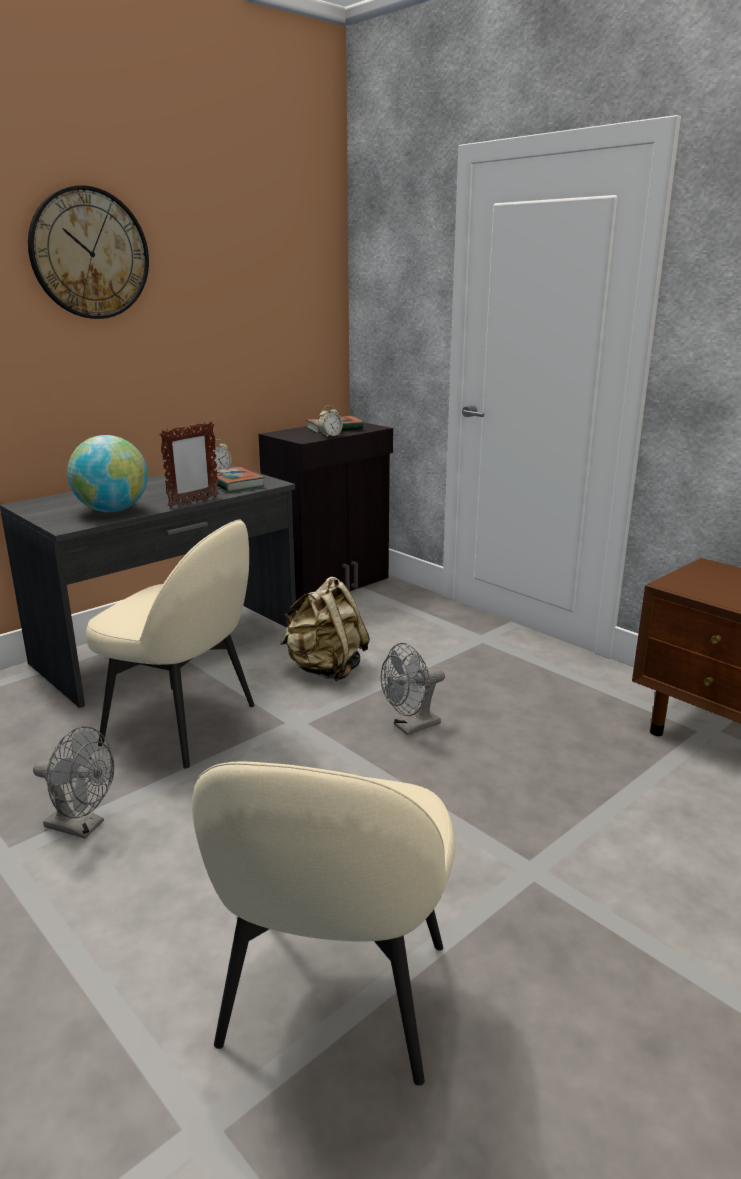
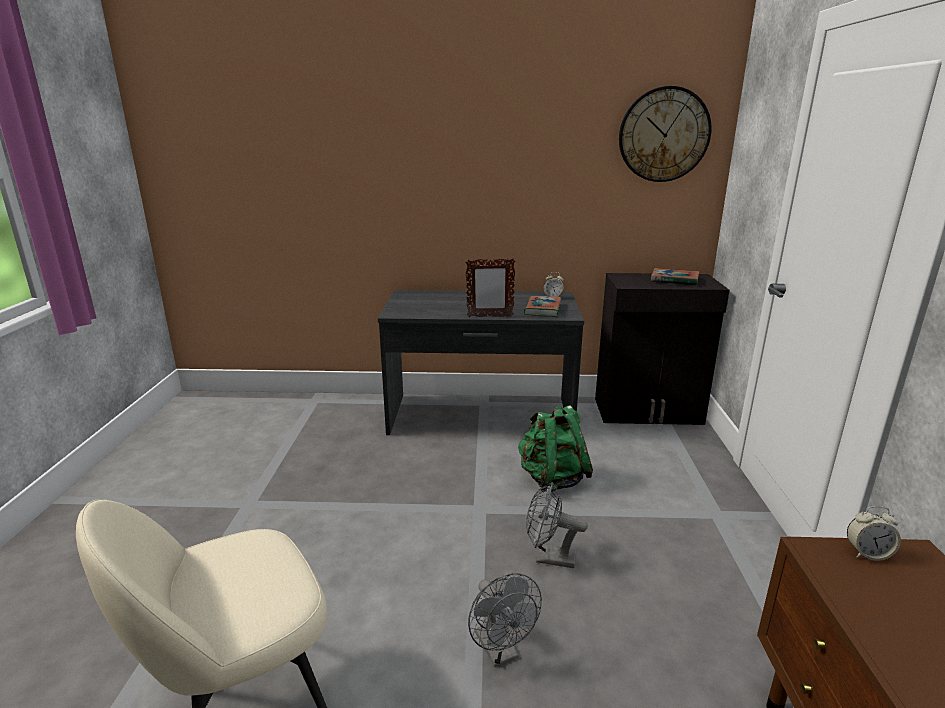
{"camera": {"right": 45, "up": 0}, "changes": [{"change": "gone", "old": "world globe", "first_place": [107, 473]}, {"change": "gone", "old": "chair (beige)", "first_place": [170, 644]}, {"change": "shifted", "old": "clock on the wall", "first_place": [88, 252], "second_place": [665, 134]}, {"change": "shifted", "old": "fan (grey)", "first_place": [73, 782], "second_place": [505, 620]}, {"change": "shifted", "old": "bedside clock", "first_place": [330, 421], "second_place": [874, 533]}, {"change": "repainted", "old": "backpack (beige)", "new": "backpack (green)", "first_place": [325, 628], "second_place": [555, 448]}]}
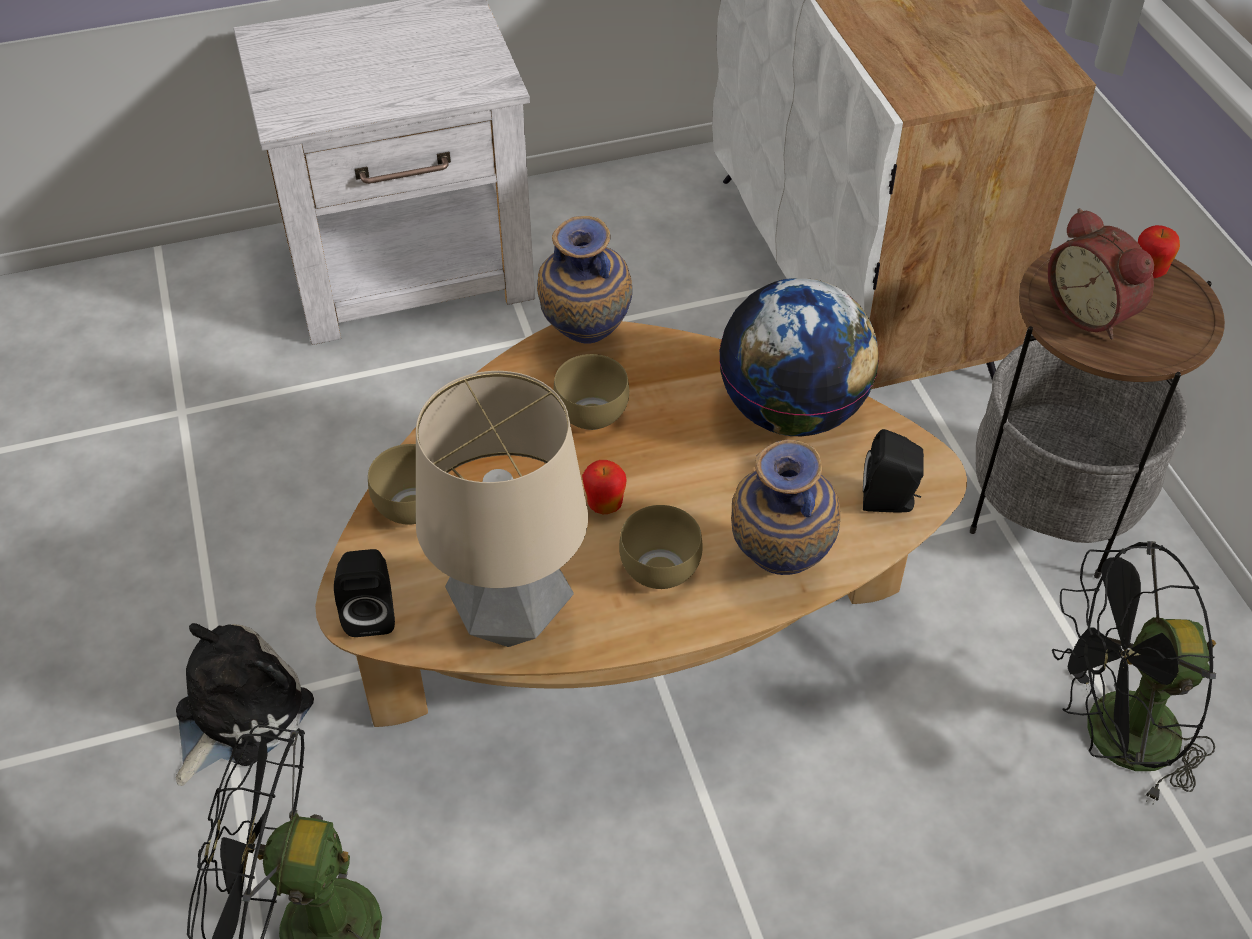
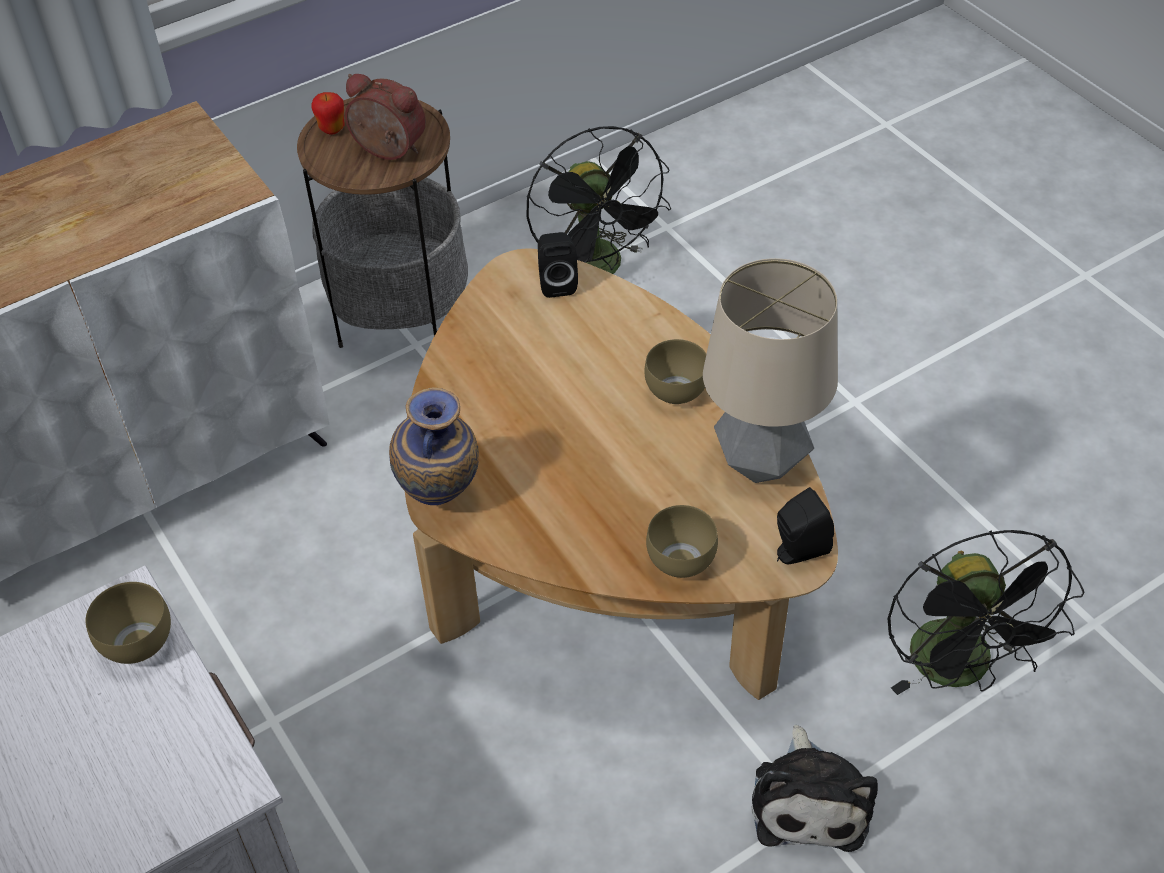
{"camera": {"right": -105, "up": 0}, "changes": [{"change": "gone", "old": "apple fruit", "first_place": [604, 487]}, {"change": "gone", "old": "world globe", "first_place": [799, 357]}, {"change": "gone", "old": "vase", "first_place": [785, 507]}, {"change": "shifted", "old": "bowl (brown)", "first_place": [591, 392], "second_place": [128, 623]}, {"change": "rotated", "old": "cuddly toy", "first_place": [245, 704], "second_place": [815, 788], "degrees": -105}, {"change": "rotated", "old": "bedside clock", "first_place": [1101, 273], "second_place": [385, 117], "degrees": -105}]}
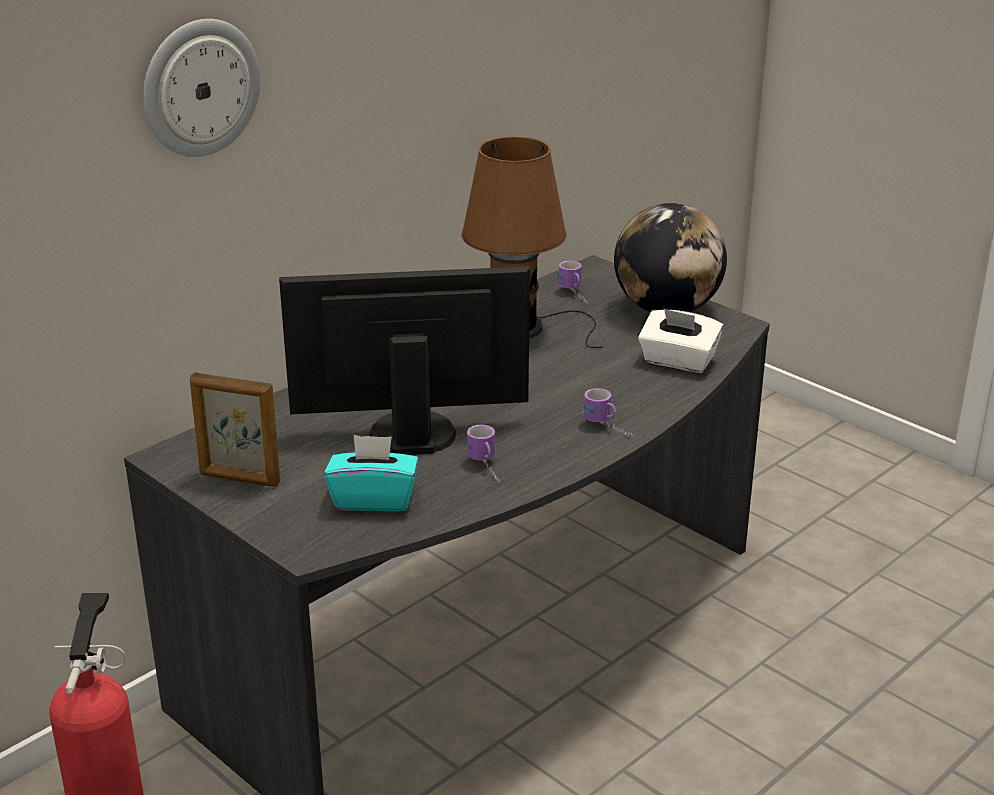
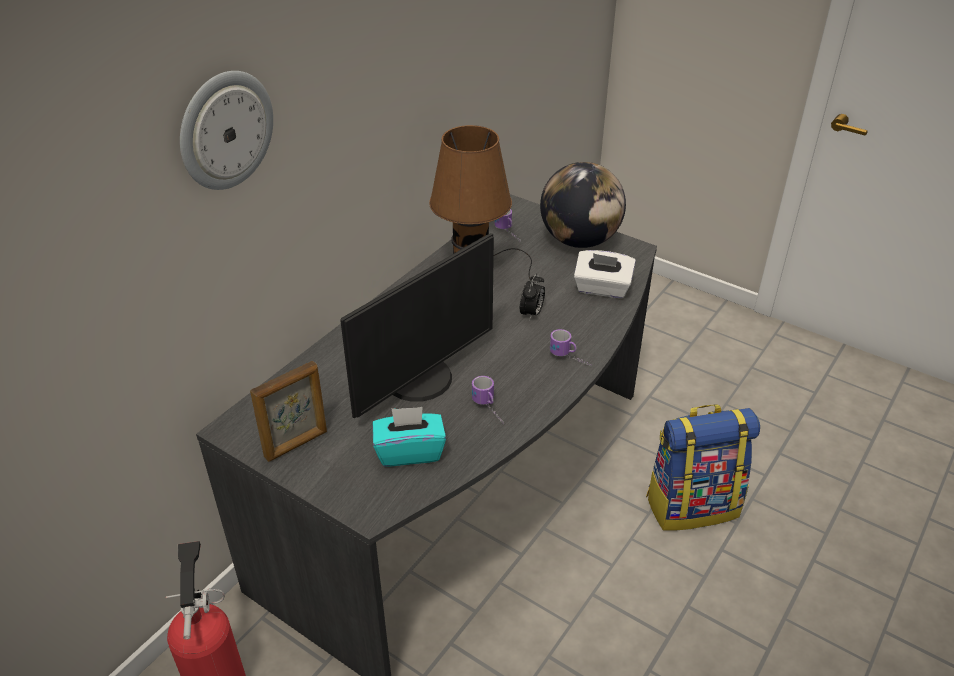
{"camera": {"right": -10, "up": 10}, "changes": [{"change": "new", "new": "bedside clock", "second_place": [532, 296]}, {"change": "new", "new": "backpack", "second_place": [703, 467]}, {"change": "rotated", "old": "photo frame", "first_place": [234, 429], "second_place": [288, 411], "degrees": -45}, {"change": "rotated", "old": "monitor", "first_place": [404, 360], "second_place": [417, 325], "degrees": 150}]}
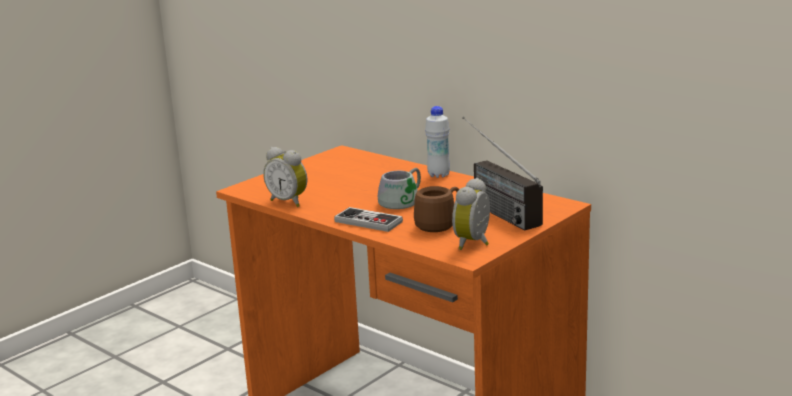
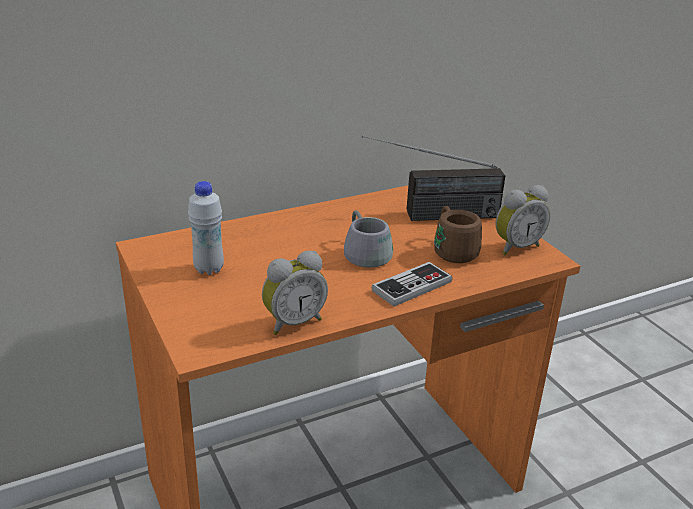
{"camera": {"right": -70, "up": 10}, "changes": [{"change": "shifted", "old": "bottle (white)", "first_place": [437, 142], "second_place": [206, 228]}, {"change": "rotated", "old": "bedside clock", "first_place": [471, 214], "second_place": [522, 220], "degrees": -75}]}
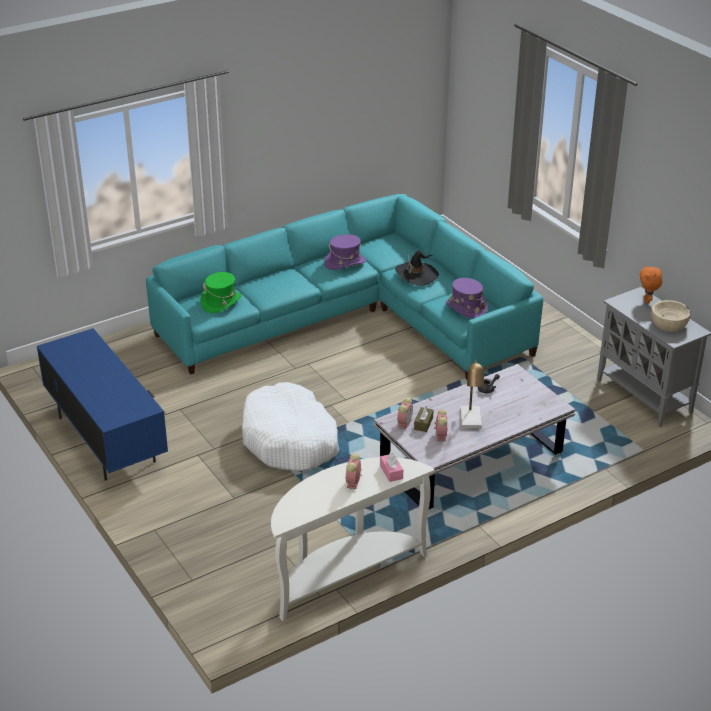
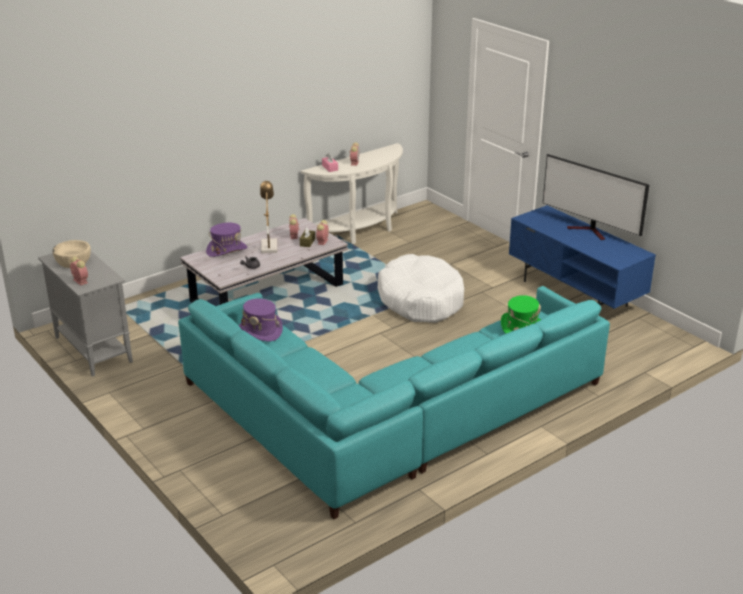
{"camera": {"right": 175, "up": -5}, "changes": [{"change": "gone", "old": "wearable hat (blackish)", "first_place": [417, 268]}, {"change": "new", "new": "television", "second_place": [596, 197]}, {"change": "shifted", "old": "wearable hat (purplish)", "first_place": [345, 252], "second_place": [226, 240]}, {"change": "swapped", "old": "cuddly toy (orangey)", "new": "bedside clock", "first_place": [651, 284], "second_place": [79, 271]}]}
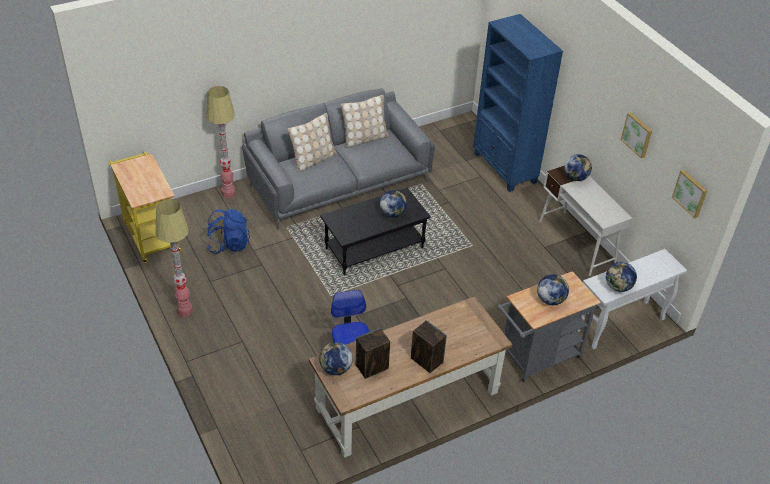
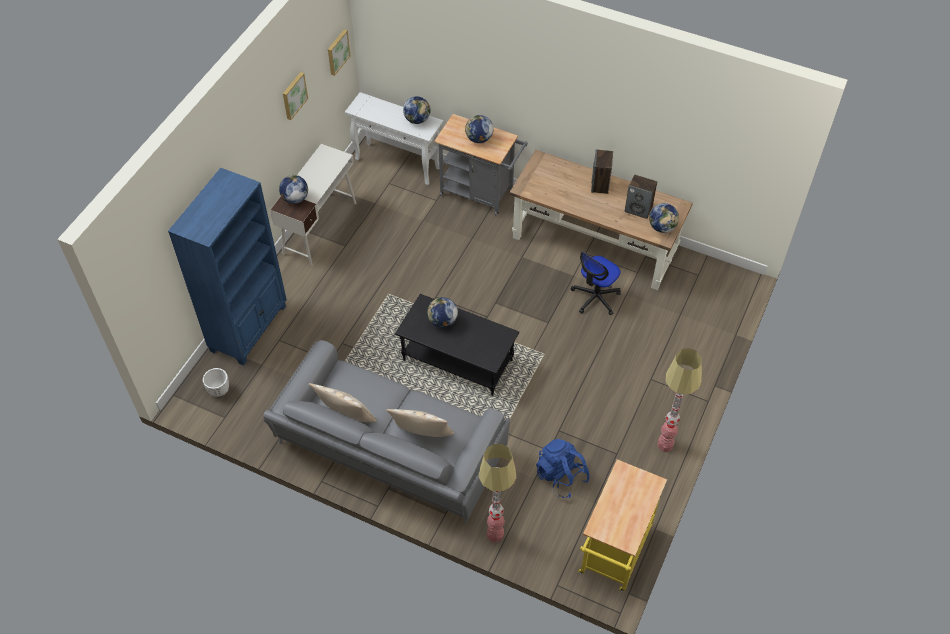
{"camera": {"right": -125, "up": 10}, "changes": [{"change": "new", "new": "plant pot (white)", "second_place": [216, 382]}]}
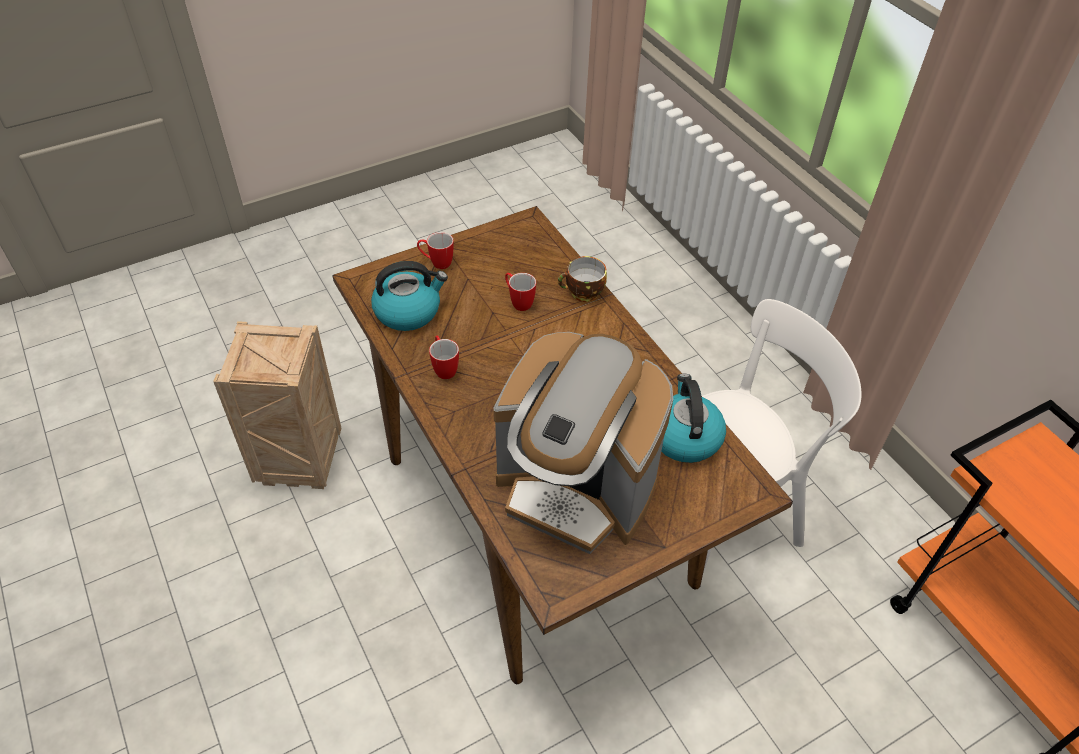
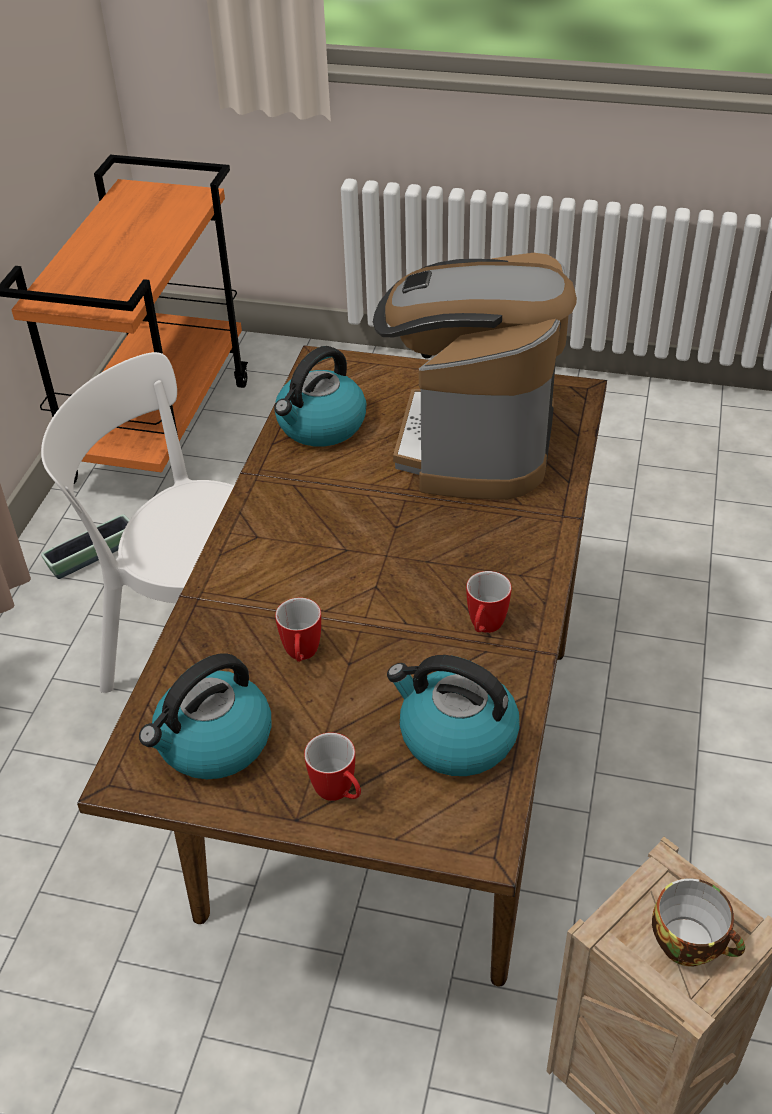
{"camera": {"right": -135, "up": -5}, "changes": [{"change": "new", "new": "plant pot", "second_place": [85, 546]}, {"change": "new", "new": "kettle", "second_place": [205, 716]}, {"change": "shifted", "old": "drinking cup", "first_place": [582, 279], "second_place": [698, 922]}, {"change": "rotated", "old": "coffee brewer", "first_place": [583, 443], "second_place": [475, 376], "degrees": -150}]}
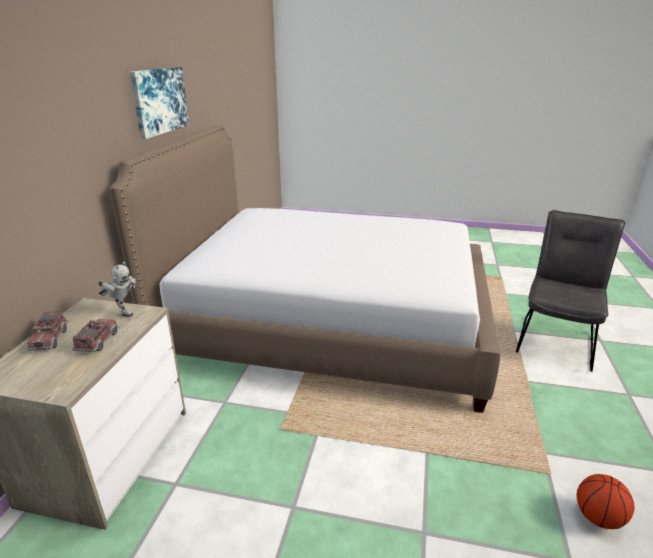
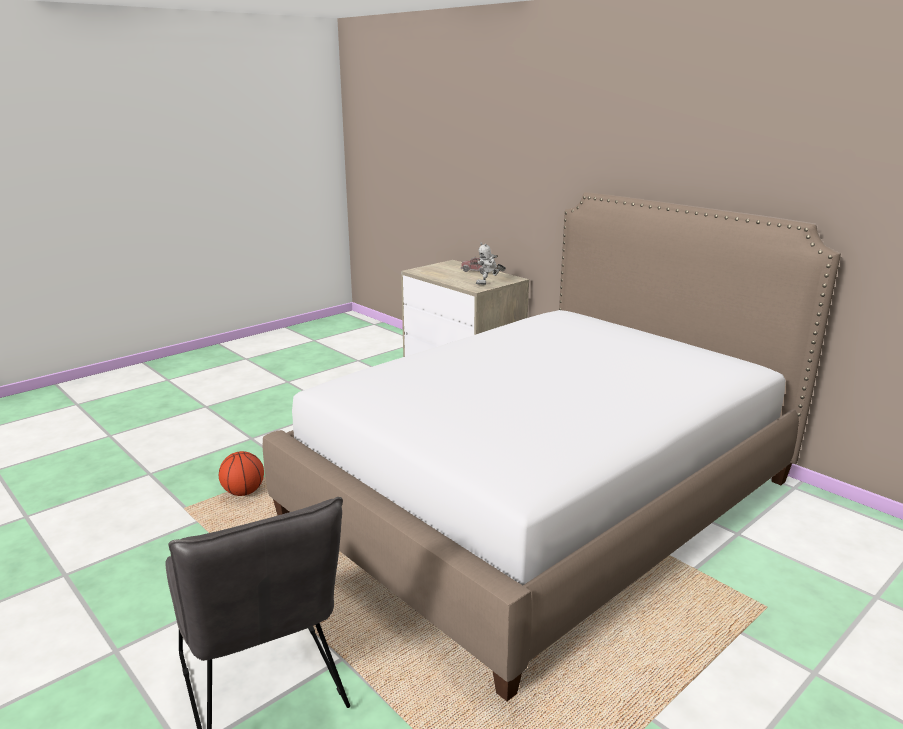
{"camera": {"right": 125, "up": -5}, "changes": [{"change": "gone", "old": "toy lorry", "first_place": [95, 335]}, {"change": "gone", "old": "wall picture", "first_place": [159, 103]}, {"change": "shifted", "old": "ball for basketball", "first_place": [605, 501], "second_place": [241, 473]}]}
